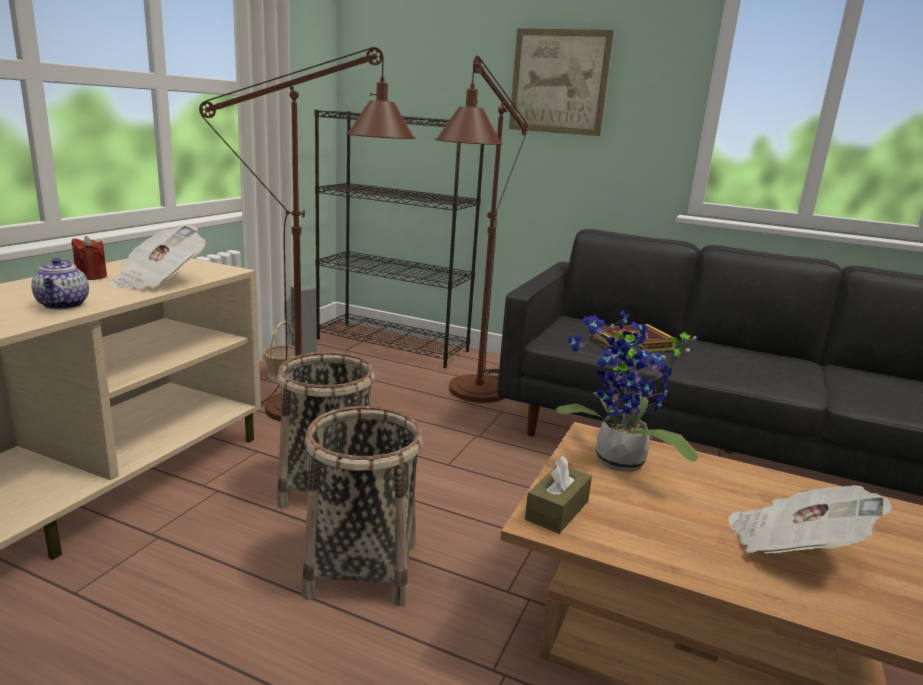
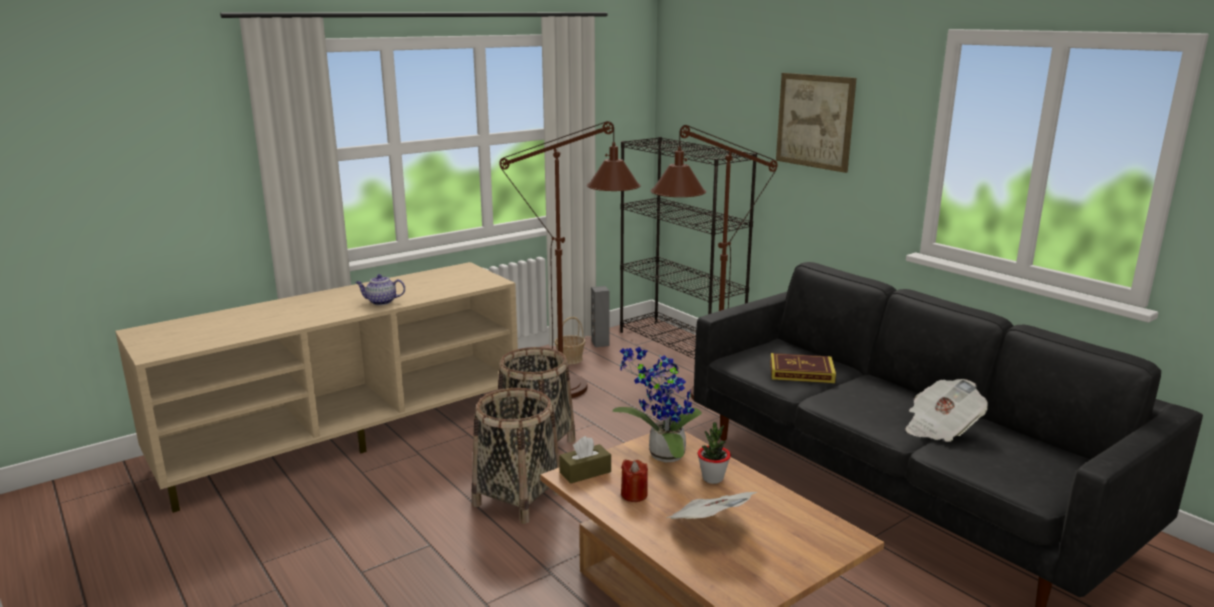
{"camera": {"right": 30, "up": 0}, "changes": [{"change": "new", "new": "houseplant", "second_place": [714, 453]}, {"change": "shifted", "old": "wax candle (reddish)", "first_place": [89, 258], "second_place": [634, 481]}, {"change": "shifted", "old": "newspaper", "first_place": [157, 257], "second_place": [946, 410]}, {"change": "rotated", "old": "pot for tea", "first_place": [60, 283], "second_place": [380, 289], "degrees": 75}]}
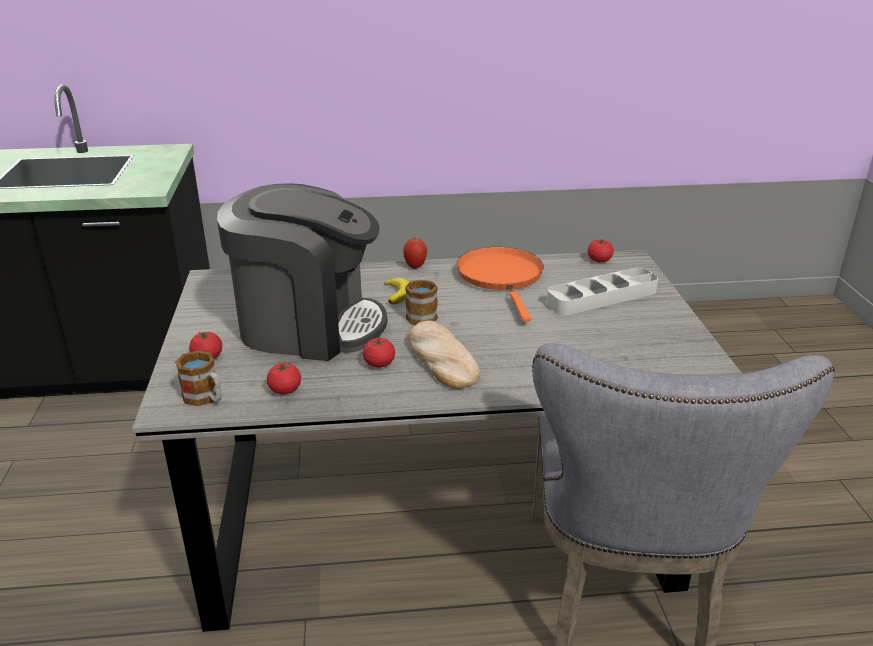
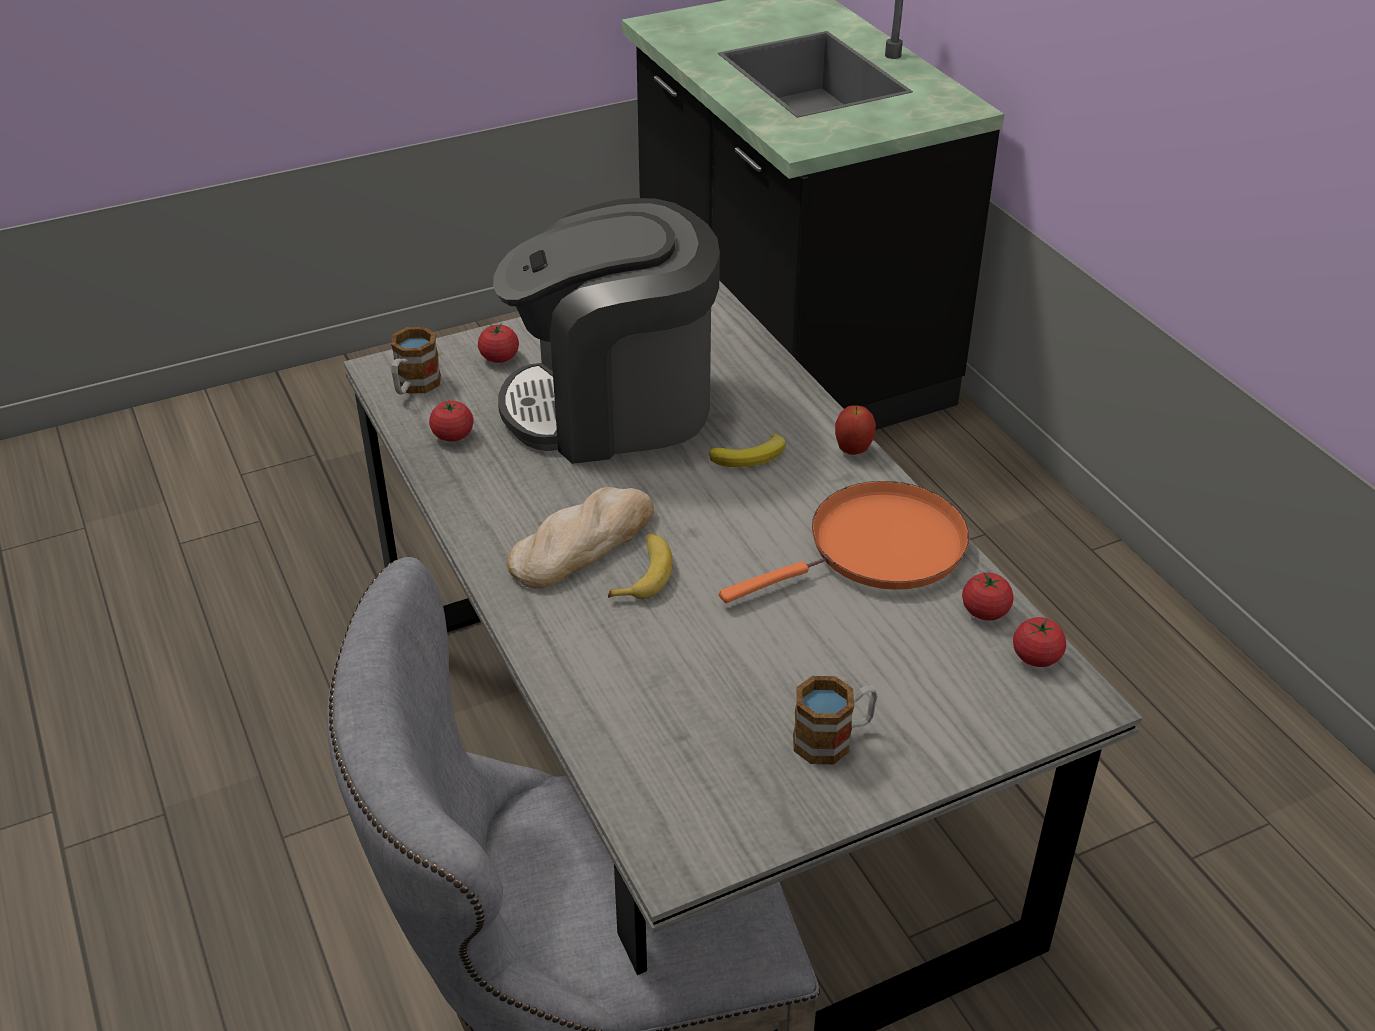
{"camera": {"right": 70, "up": 10}, "changes": [{"change": "gone", "old": "carrying tray (grey)", "first_place": [602, 291]}, {"change": "new", "new": "banana fruit", "second_place": [640, 566]}, {"change": "shifted", "old": "fresh tomato", "first_place": [379, 353], "second_place": [988, 595]}, {"change": "shifted", "old": "coffee mug", "first_place": [421, 301], "second_place": [835, 720]}, {"change": "rotated", "old": "coffee brewer", "first_place": [302, 272], "second_place": [606, 331], "degrees": 90}]}
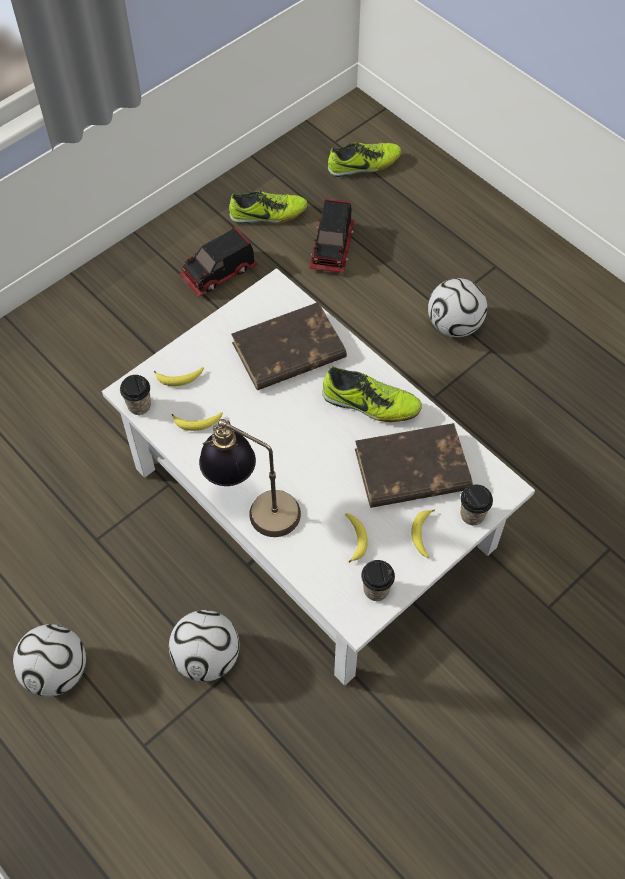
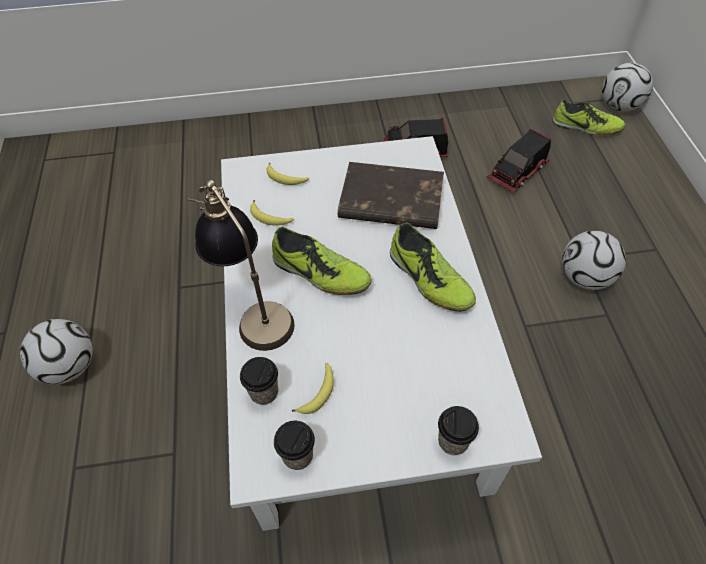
{"camera": {"right": 35, "up": -5}, "changes": [{"change": "gone", "old": "book (brown)", "first_place": [414, 465]}, {"change": "gone", "old": "banana fruit", "first_place": [423, 533]}, {"change": "shifted", "old": "drinking cup", "first_place": [135, 395], "second_place": [259, 381]}, {"change": "shifted", "old": "football", "first_place": [204, 646], "second_place": [627, 87]}, {"change": "shifted", "old": "low shoe", "first_place": [268, 207], "second_place": [322, 261]}]}
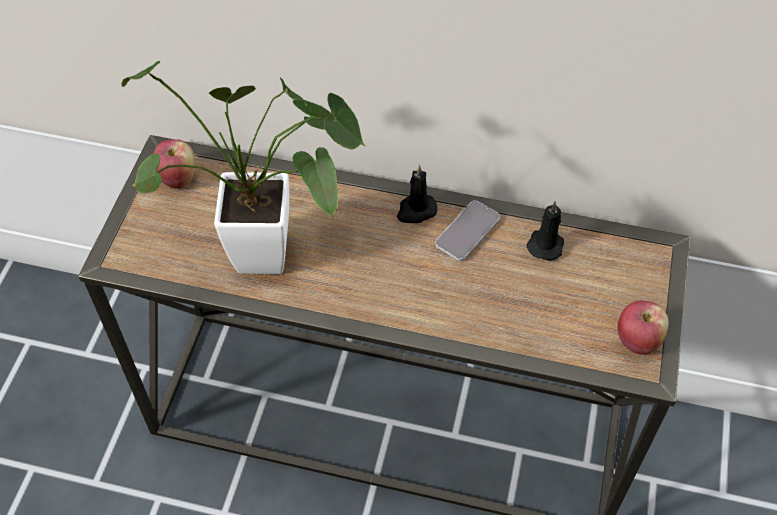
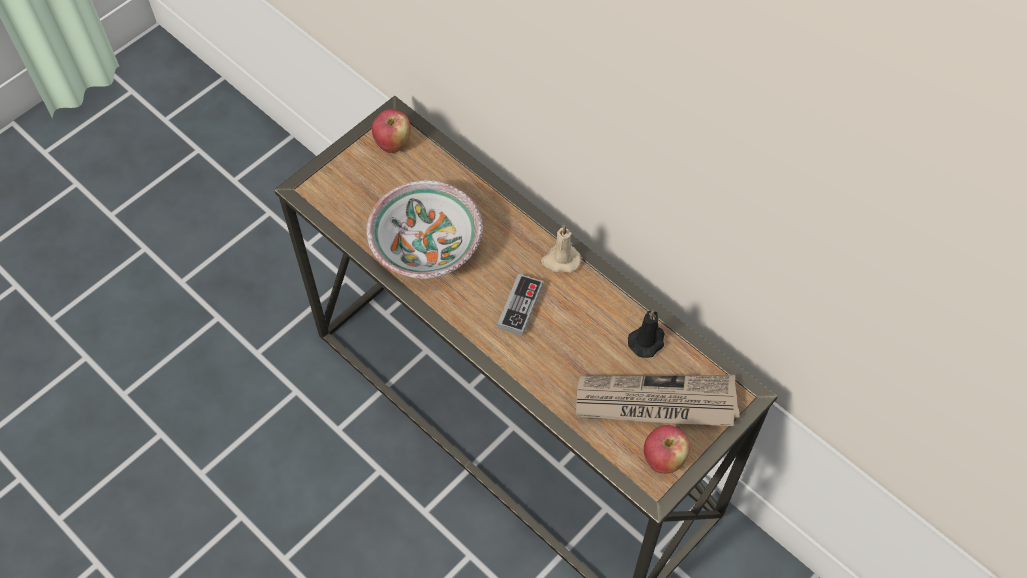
{"camera": {"right": 30, "up": 5}, "changes": [{"change": "gone", "old": "telephone", "first_place": [467, 231]}, {"change": "new", "new": "game controller", "second_place": [520, 305]}, {"change": "new", "new": "newspaper", "second_place": [658, 400]}, {"change": "swapped", "old": "houseplant", "new": "bowl", "first_place": [243, 167], "second_place": [424, 229]}, {"change": "repainted", "old": "wax candle (blackish)", "new": "wax candle (beige)", "first_place": [417, 194], "second_place": [561, 249]}]}
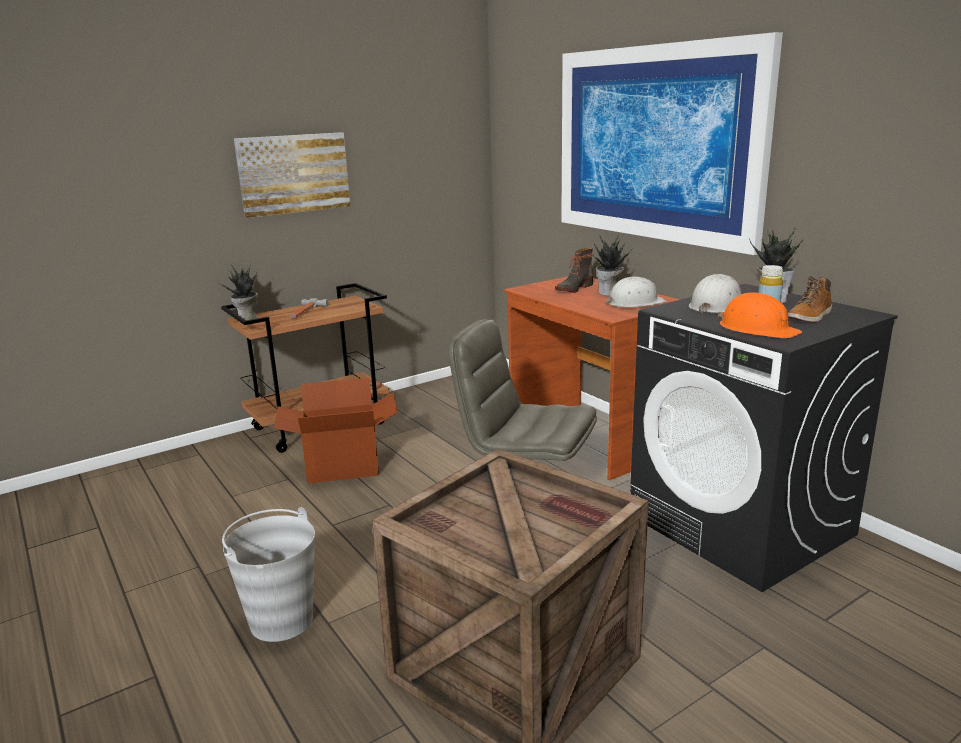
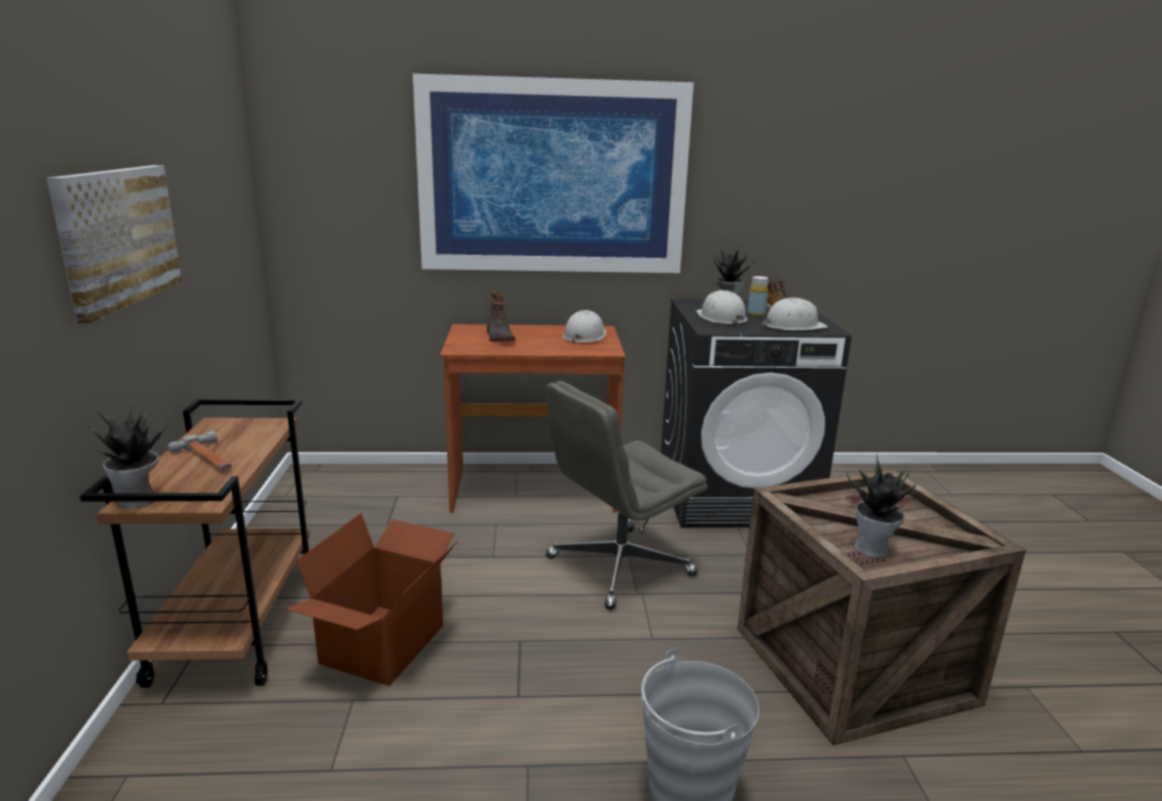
{"camera": {"right": -60, "up": 0}, "changes": [{"change": "shifted", "old": "houseplant", "first_place": [613, 265], "second_place": [881, 506]}, {"change": "repainted", "old": "hard hat (orangey)", "new": "hard hat (white)", "first_place": [760, 315], "second_place": [795, 314]}]}
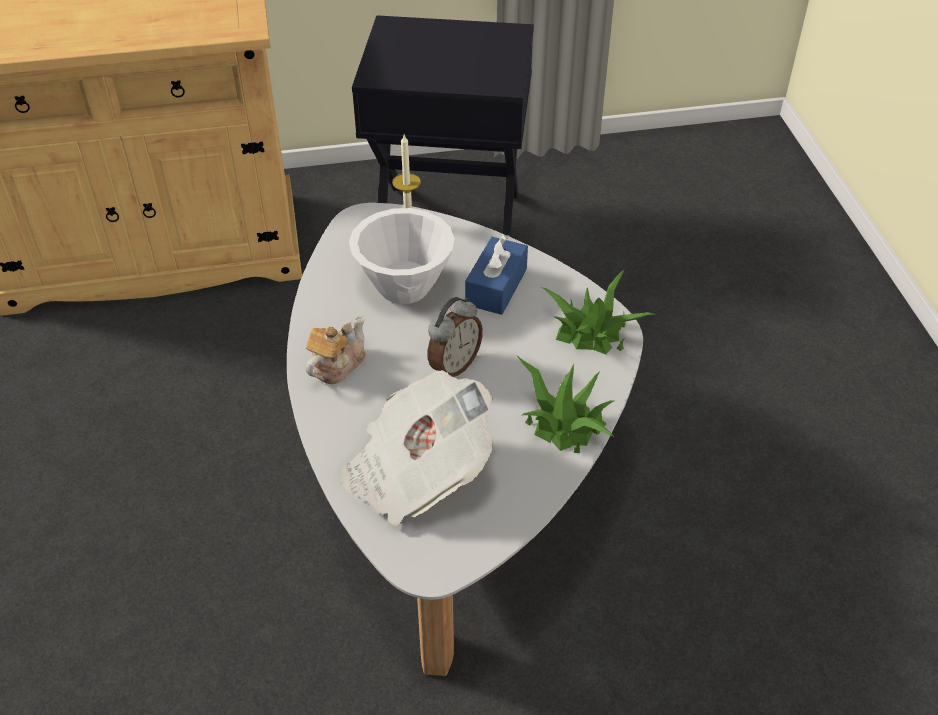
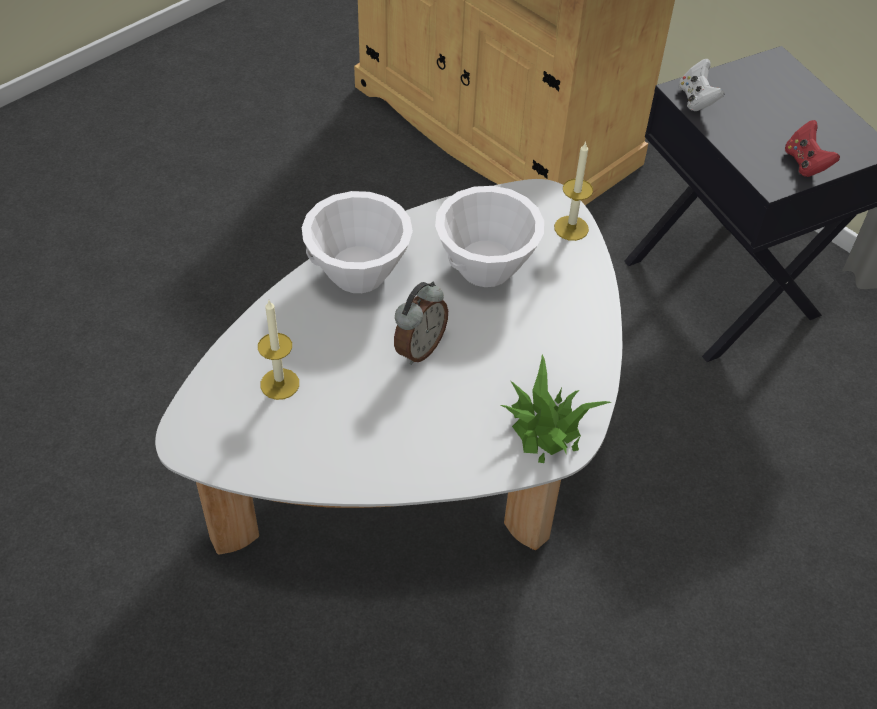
{"camera": {"right": 55, "up": 5}, "changes": [{"change": "gone", "old": "tissue box (blue-coloured)", "first_place": [496, 275]}, {"change": "gone", "old": "houseplant", "first_place": [566, 404]}, {"change": "new", "new": "game controller (white)", "second_place": [701, 85]}, {"change": "new", "new": "game controller (reddish)", "second_place": [812, 148]}, {"change": "swapped", "old": "pot for tea", "new": "bowl (white)", "first_place": [336, 350], "second_place": [357, 242]}, {"change": "swapped", "old": "newspaper", "new": "wax candle", "first_place": [416, 448], "second_place": [278, 350]}, {"change": "rotated", "old": "bedside clock", "first_place": [455, 337], "second_place": [421, 323], "degrees": -60}]}
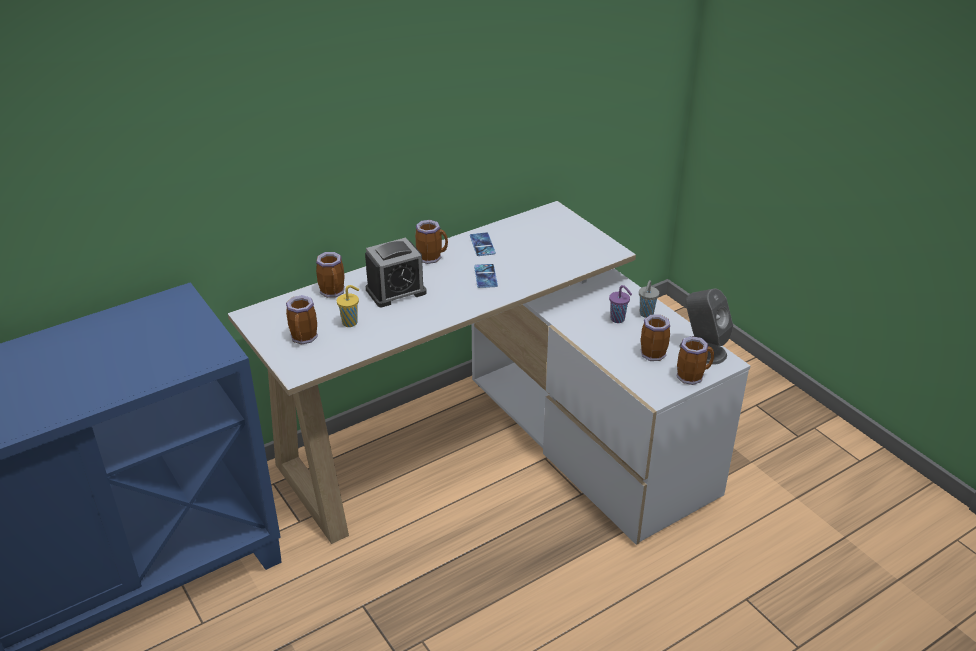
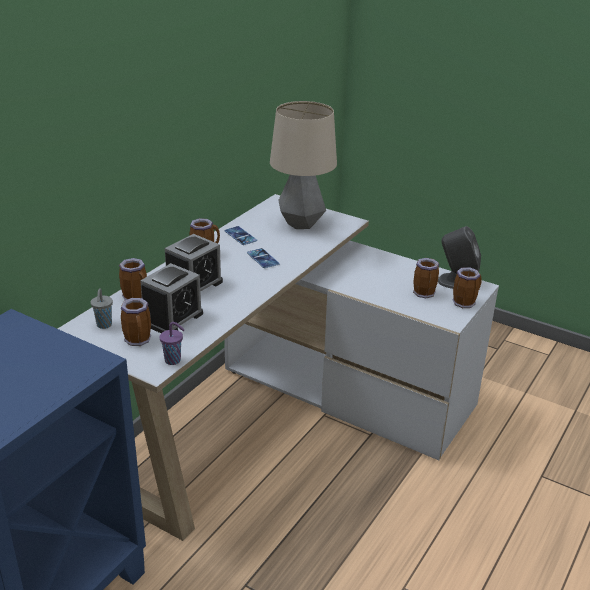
{"camera": {"right": -25, "up": -5}, "changes": [{"change": "new", "new": "lamp for a table", "second_place": [303, 165]}, {"change": "shifted", "old": "drinking cup (purplish)", "first_place": [620, 304], "second_place": [172, 343]}, {"change": "shifted", "old": "drinking cup (grey)", "first_place": [649, 299], "second_place": [102, 308]}, {"change": "swapped", "old": "drinking cup (yellow)", "new": "bedside clock", "first_place": [348, 306], "second_place": [171, 298]}]}
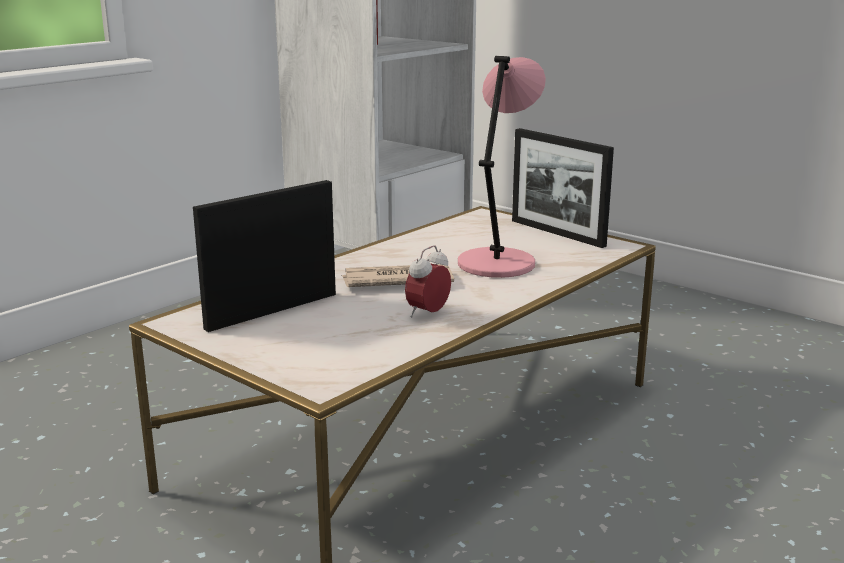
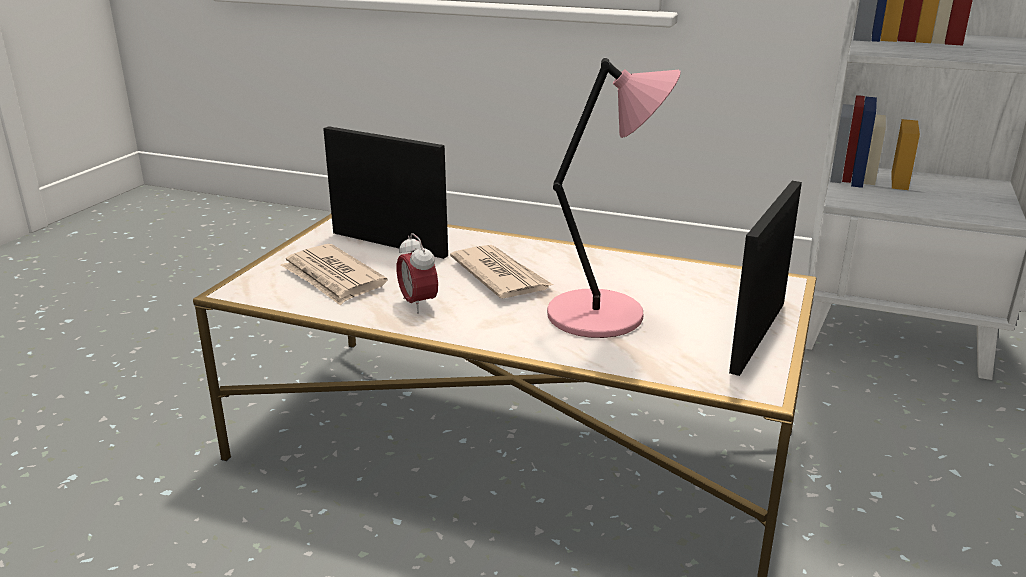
{"camera": {"right": 70, "up": 5}, "changes": [{"change": "new", "new": "newspaper", "second_place": [334, 274]}, {"change": "rotated", "old": "bedside clock", "first_place": [428, 281], "second_place": [417, 273], "degrees": -135}]}
